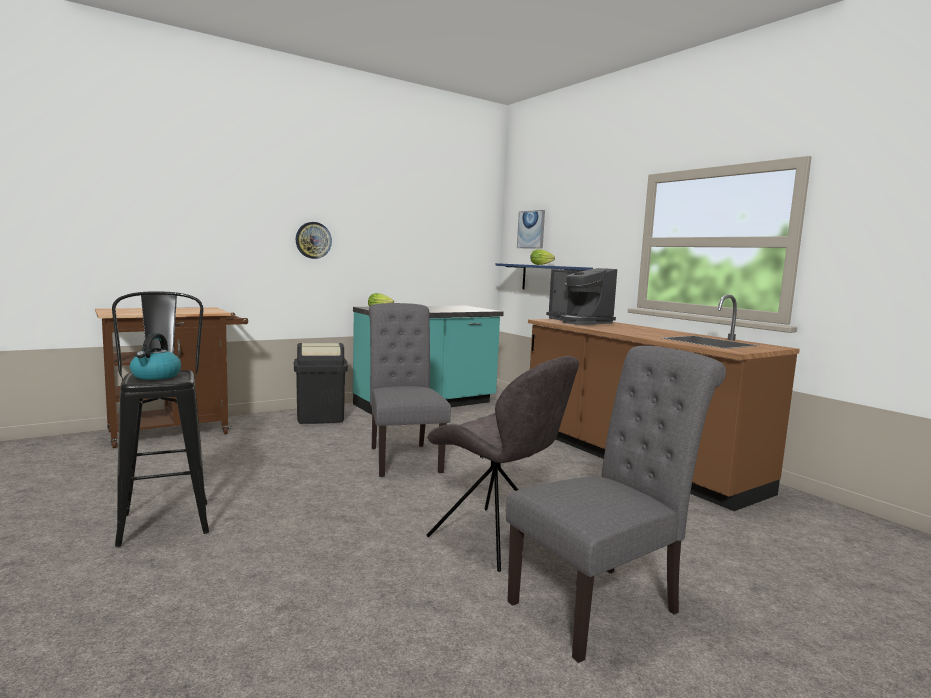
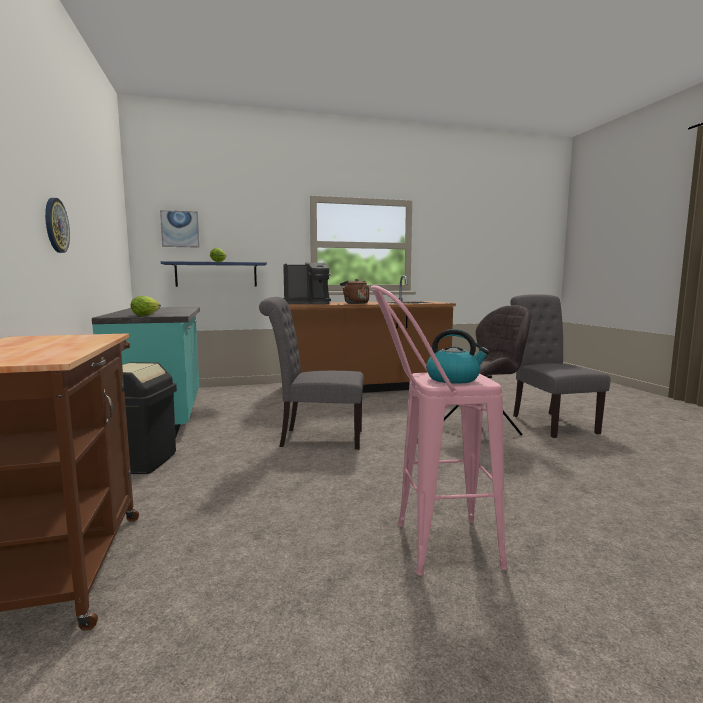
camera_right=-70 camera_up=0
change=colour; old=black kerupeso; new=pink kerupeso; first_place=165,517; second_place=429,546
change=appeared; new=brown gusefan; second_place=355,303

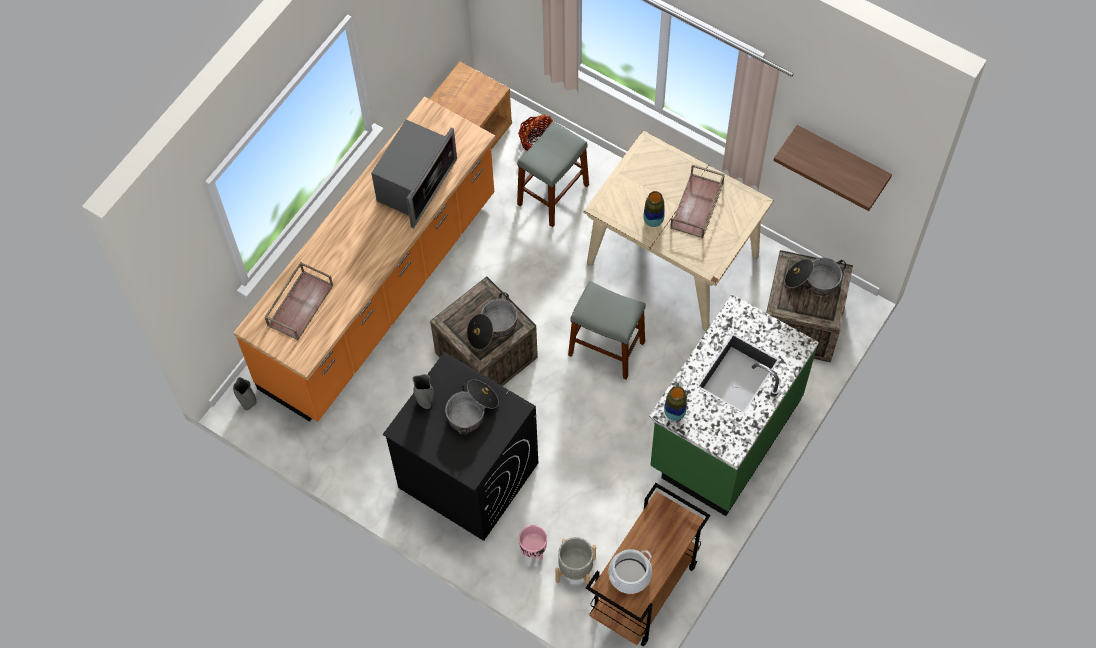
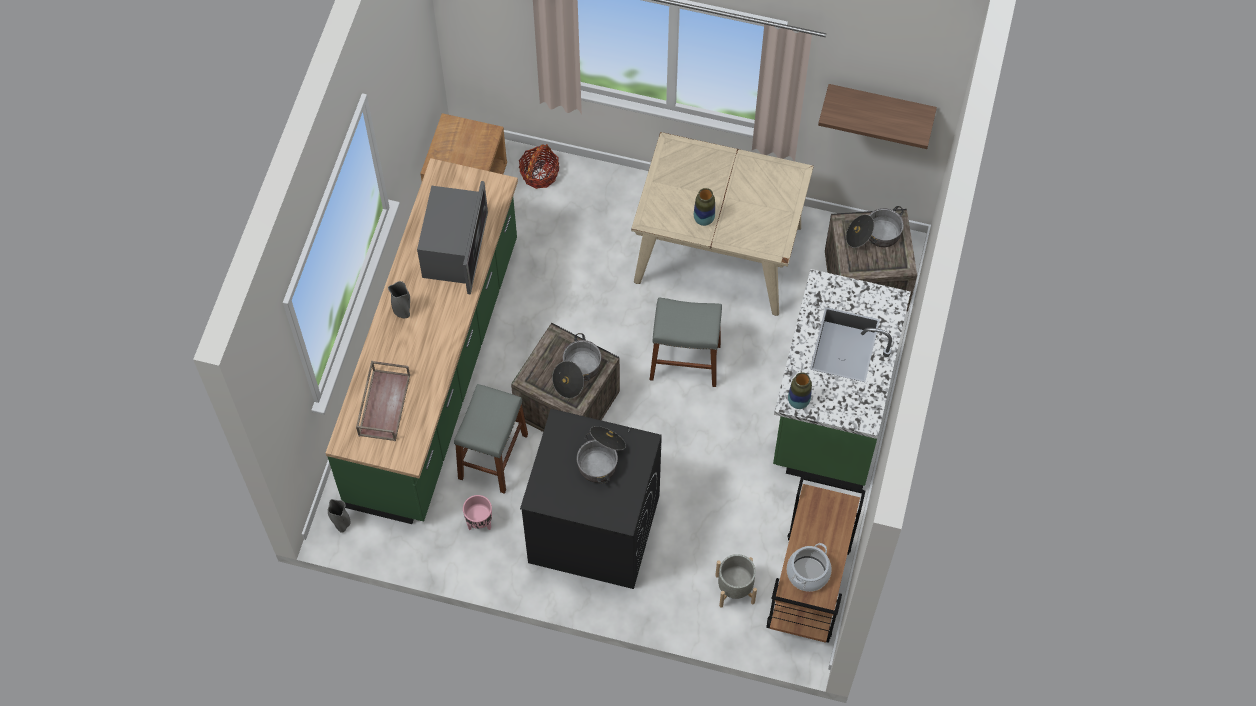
camera_right=-20 camera_up=0
change=colour; old=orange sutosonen; new=green sutosonen; first_place=380,293; second_place=436,373
change=relocated; old=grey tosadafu; first_place=425,402; second_place=403,312
change=relocated; old=grey kerupeso; first_place=553,194; second_place=493,456
change=relocated; old=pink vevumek; first_place=533,551; second_place=479,523
change=missing; old=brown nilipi; first_place=697,206

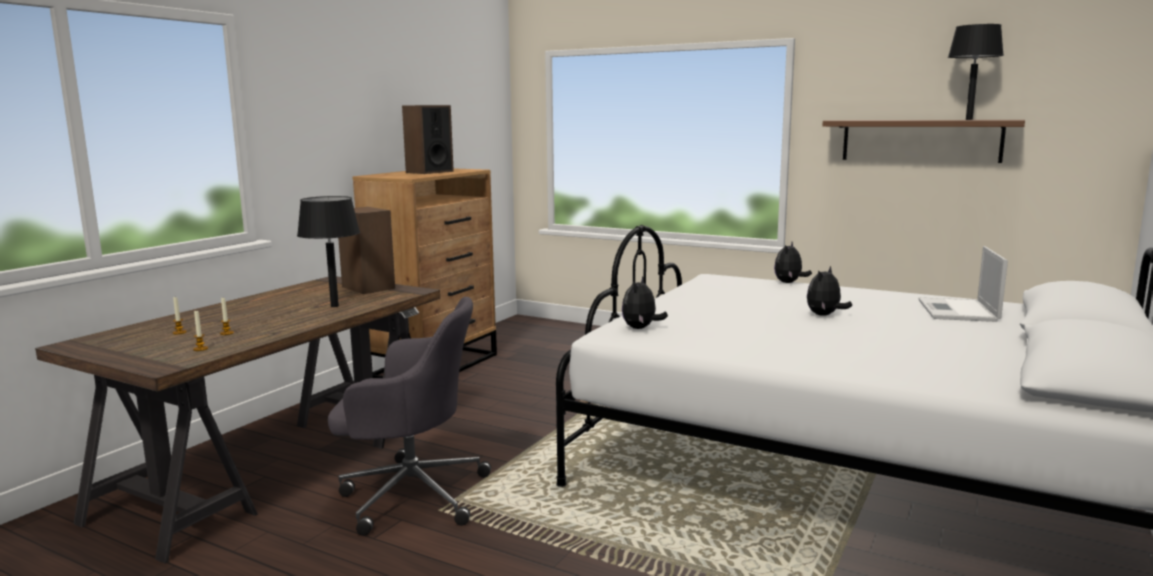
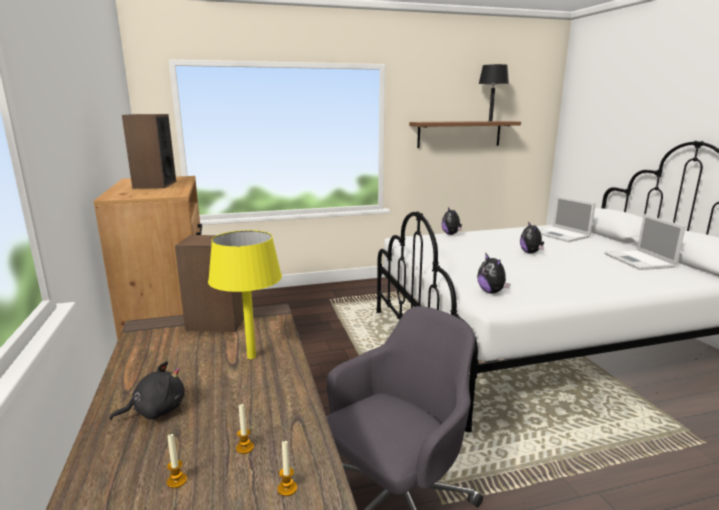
camera_right=-45 camera_up=5
change=colour; old=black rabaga; new=yellow rabaga; first_place=334,306; second_place=251,357
change=appeared; new=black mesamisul; second_place=156,410
change=appeared; new=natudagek; second_place=640,261

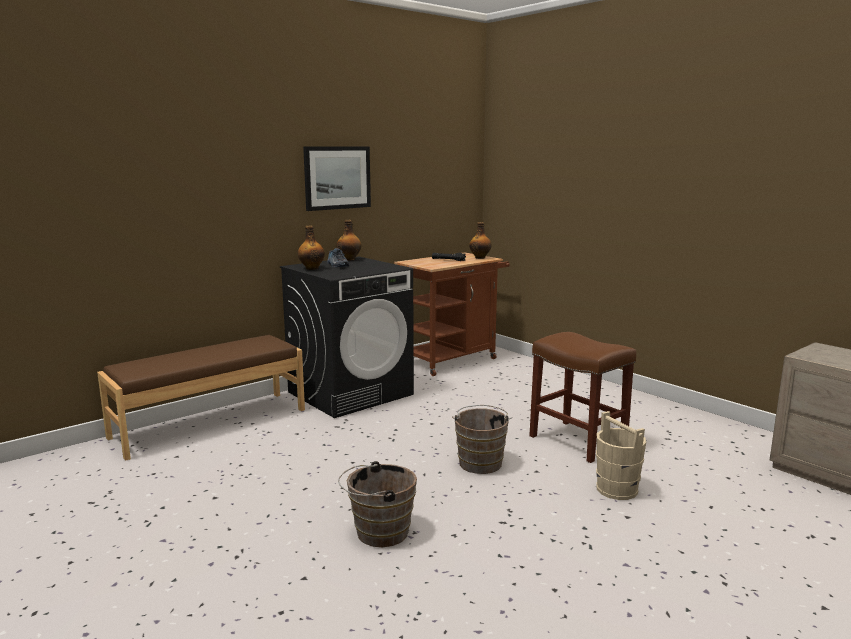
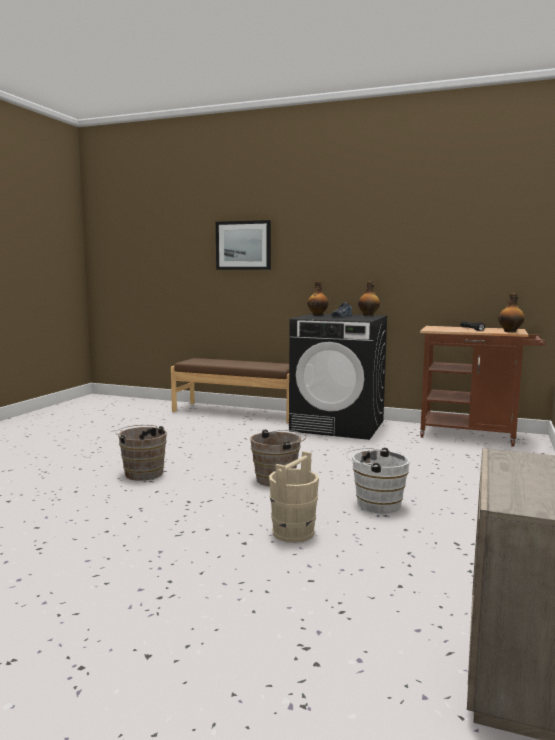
camera_right=60 camera_up=-5
change=relocated; old=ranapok; first_place=337,177; second_place=243,245
change=exchanged; old=brown kerupeso; new=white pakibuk; first_place=576,441; second_place=375,504

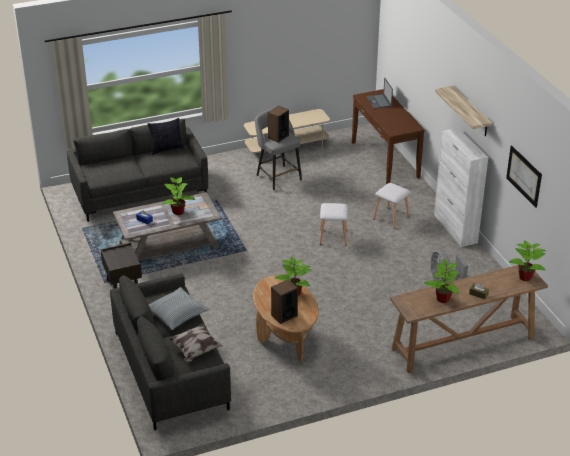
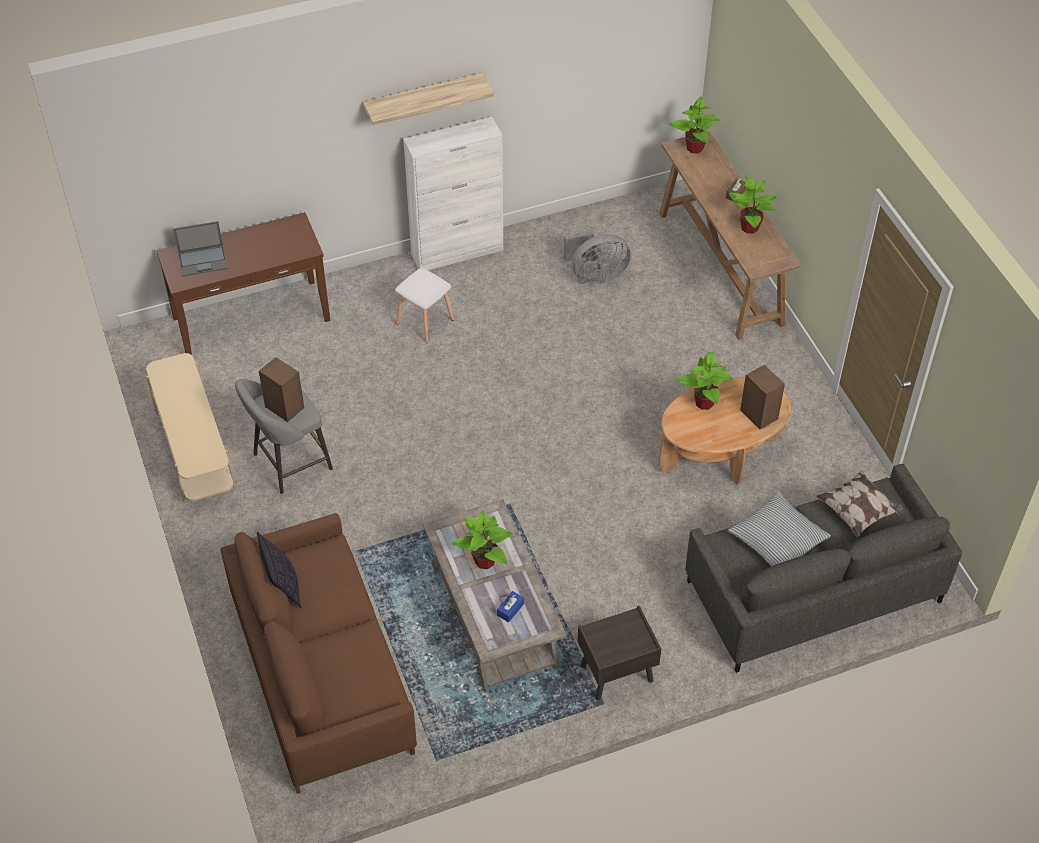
camera_right=-90 camera_up=15
change=colour; old=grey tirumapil; new=brown tirumapil; first_place=140,193; second_place=321,674
change=missing; old=white kerupeso; first_place=333,237
change=missing; old=ranapok; first_place=524,176

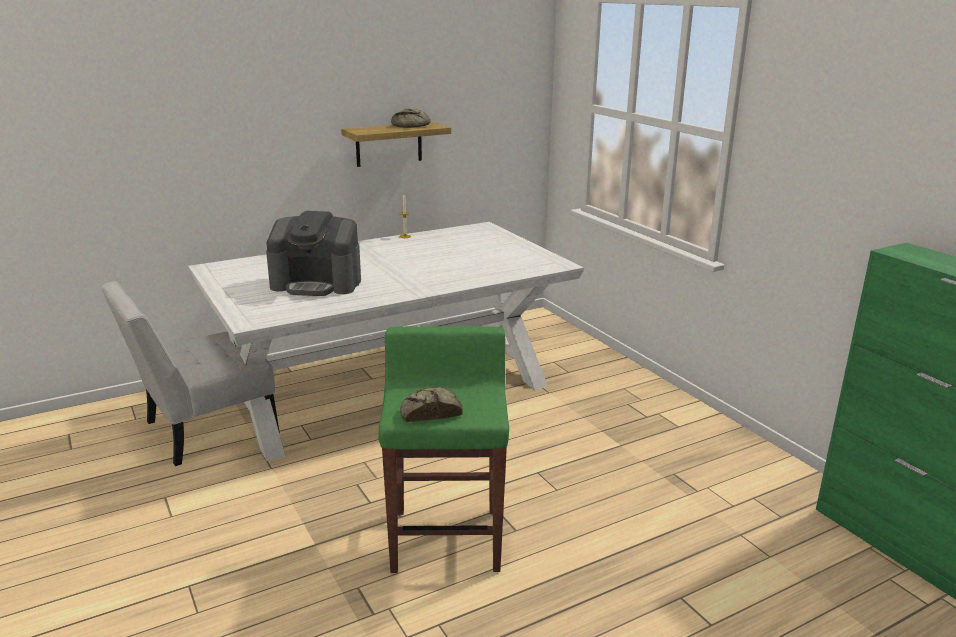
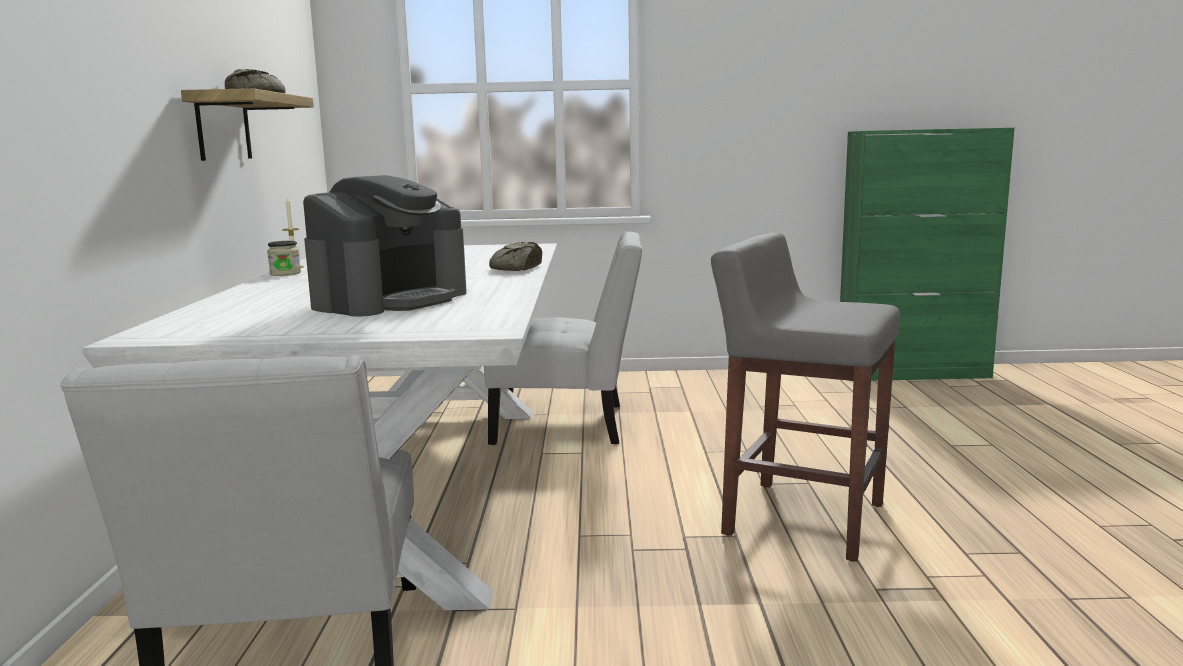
camera_right=-60 camera_up=-10
change=colour; old=green kerupeso; new=grey kerupeso; first_place=446,538; second_place=801,518
change=relocated; old=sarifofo; first_place=429,412; second_place=516,268
change=appeared; new=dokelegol; second_place=285,273
change=appeared; new=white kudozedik; second_place=568,424

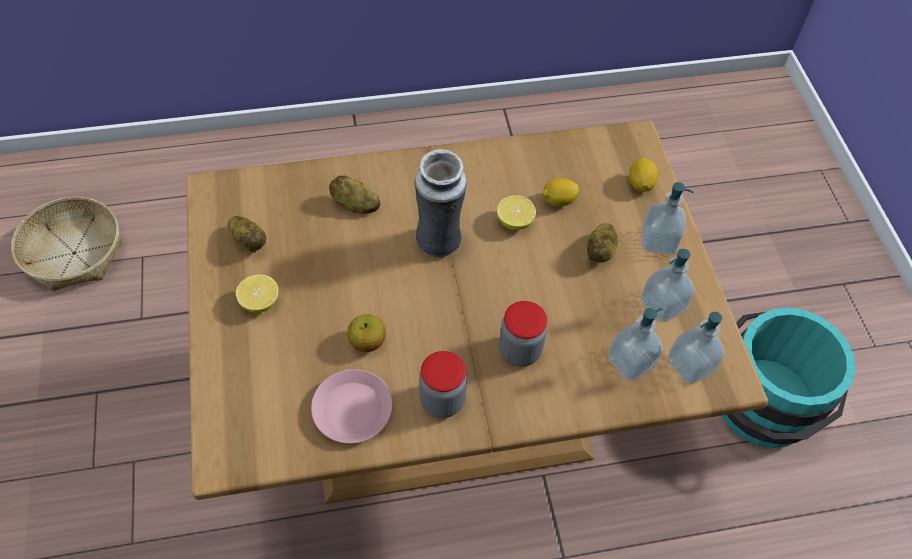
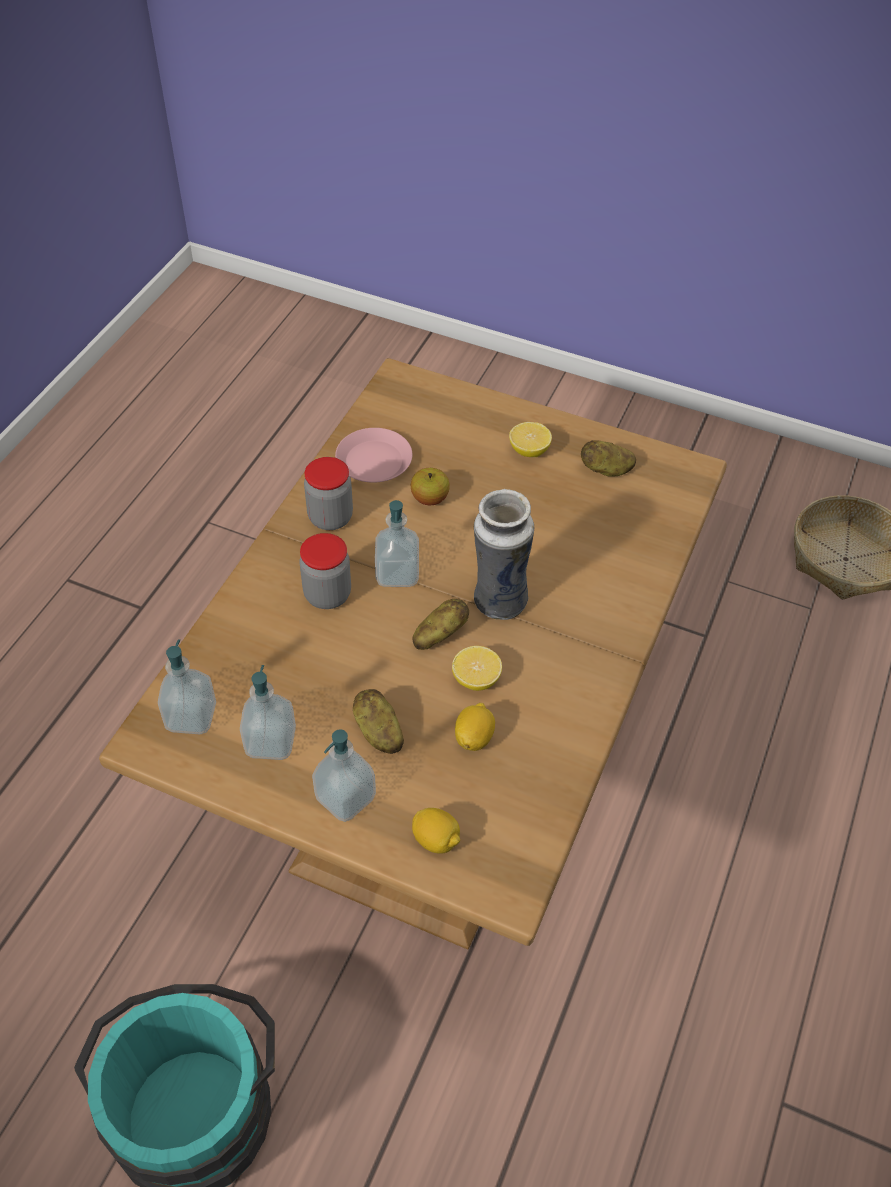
camera_right=125 camera_up=-5
change=relocated; old=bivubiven; first_place=355,205; second_place=439,634
change=relocated; old=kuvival; first_place=630,362; second_place=397,573

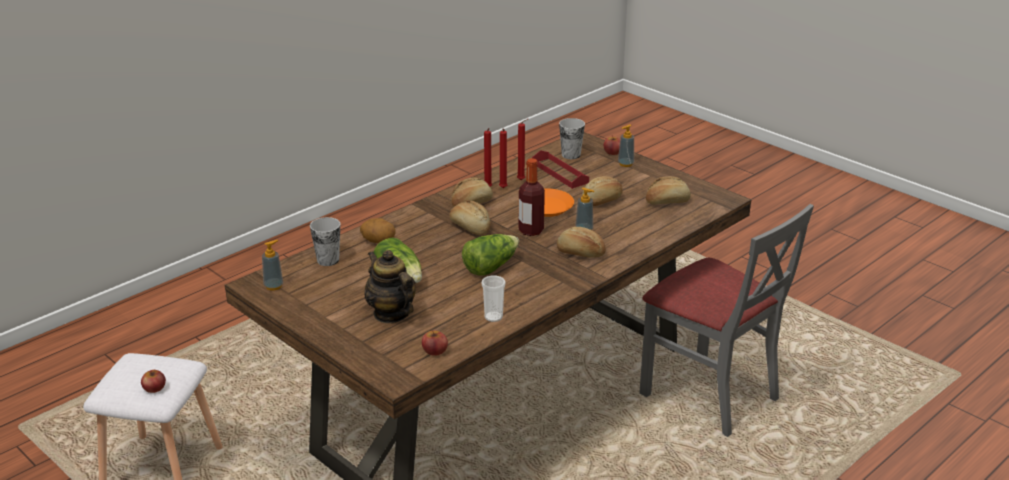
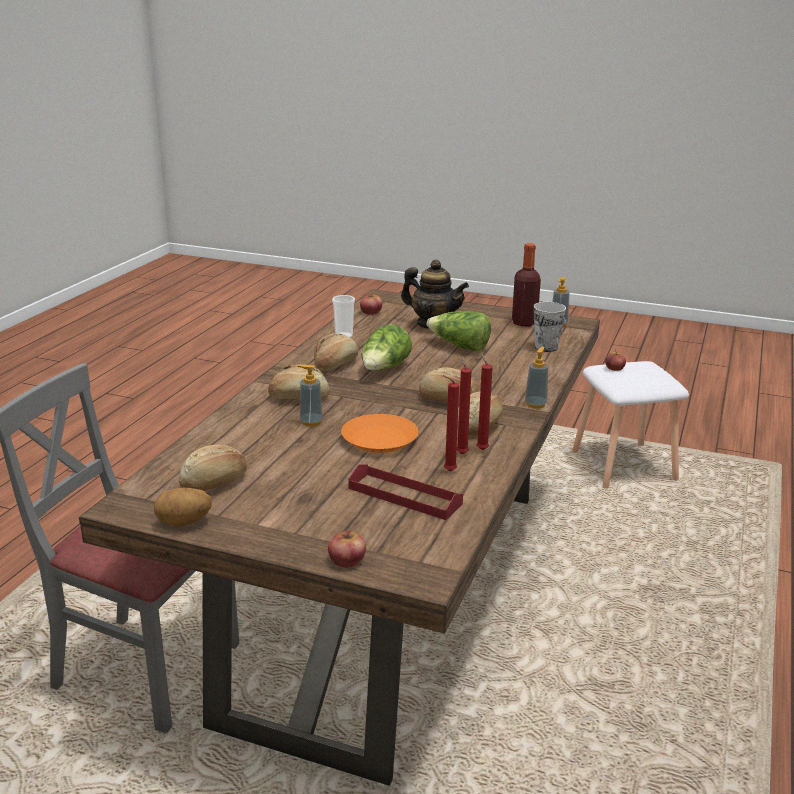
camera_right=155 camera_up=-5
change=relocated; old=bivubiven; first_place=378,241; second_place=184,523
change=relocated; old=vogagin; first_place=531,231; second_place=524,323
change=missing; old=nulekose; first_place=571,155
change=relocated; old=sarifofo; first_place=602,201; second_place=335,364
change=relocated; old=kuvival; first_place=625,164; second_place=535,404

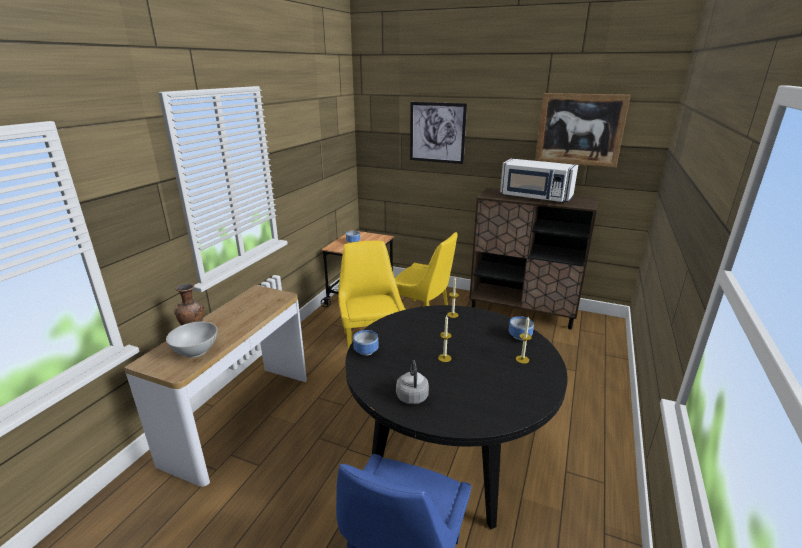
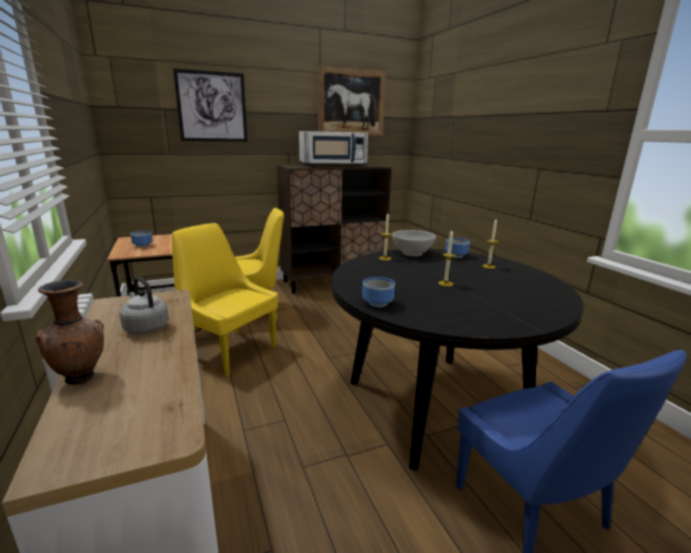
camera_right=-45 camera_up=-5
change=relocated; old=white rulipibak; first_place=195,351; second_place=412,253
change=relocated; old=grey gusefan; first_place=412,395; second_place=145,327

